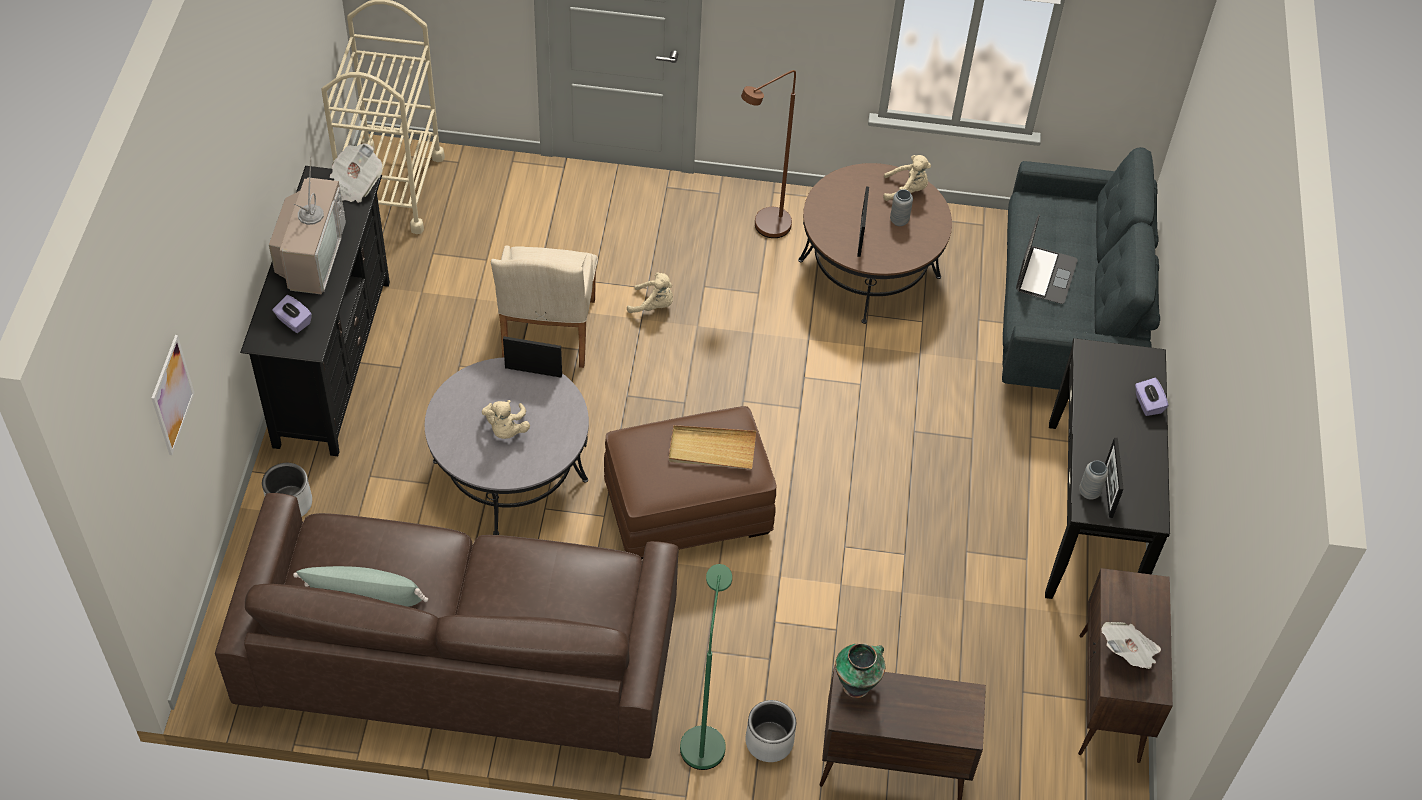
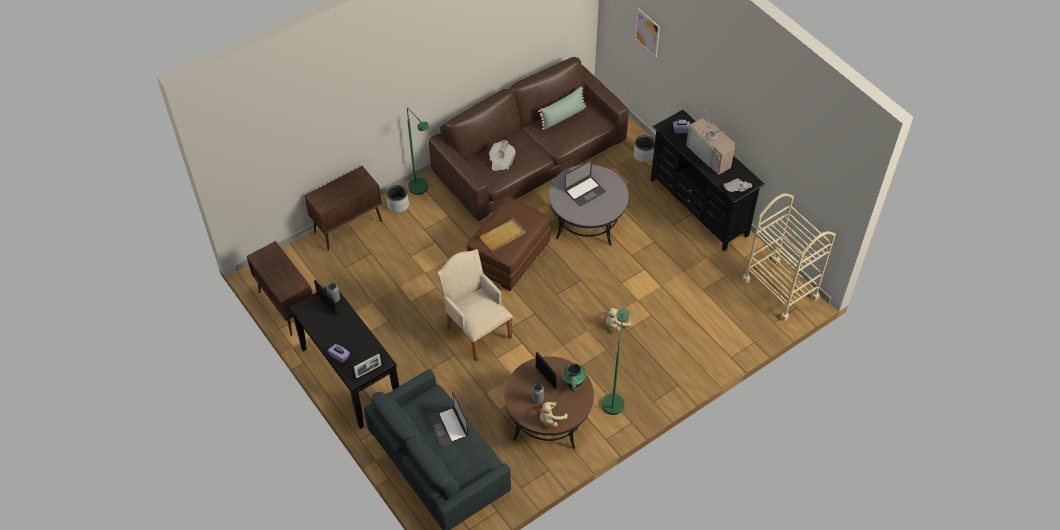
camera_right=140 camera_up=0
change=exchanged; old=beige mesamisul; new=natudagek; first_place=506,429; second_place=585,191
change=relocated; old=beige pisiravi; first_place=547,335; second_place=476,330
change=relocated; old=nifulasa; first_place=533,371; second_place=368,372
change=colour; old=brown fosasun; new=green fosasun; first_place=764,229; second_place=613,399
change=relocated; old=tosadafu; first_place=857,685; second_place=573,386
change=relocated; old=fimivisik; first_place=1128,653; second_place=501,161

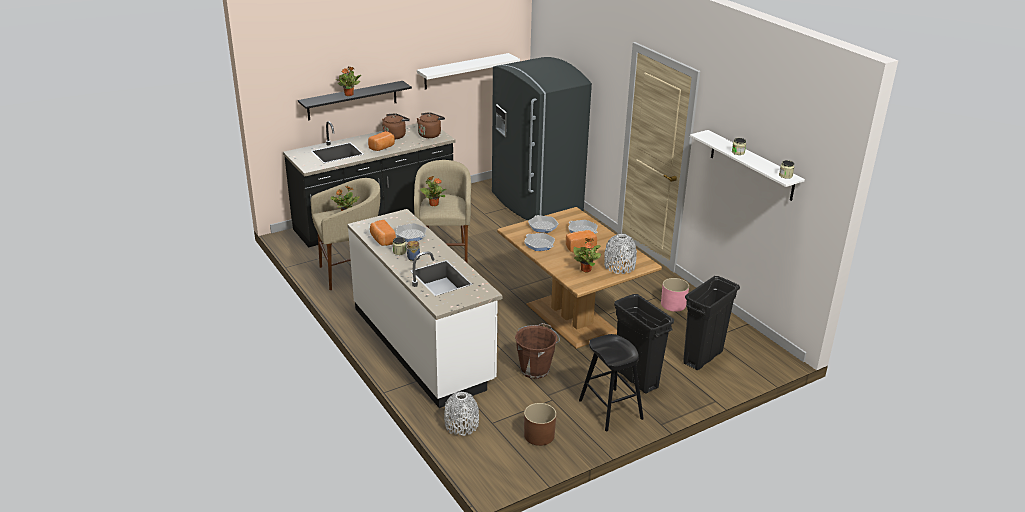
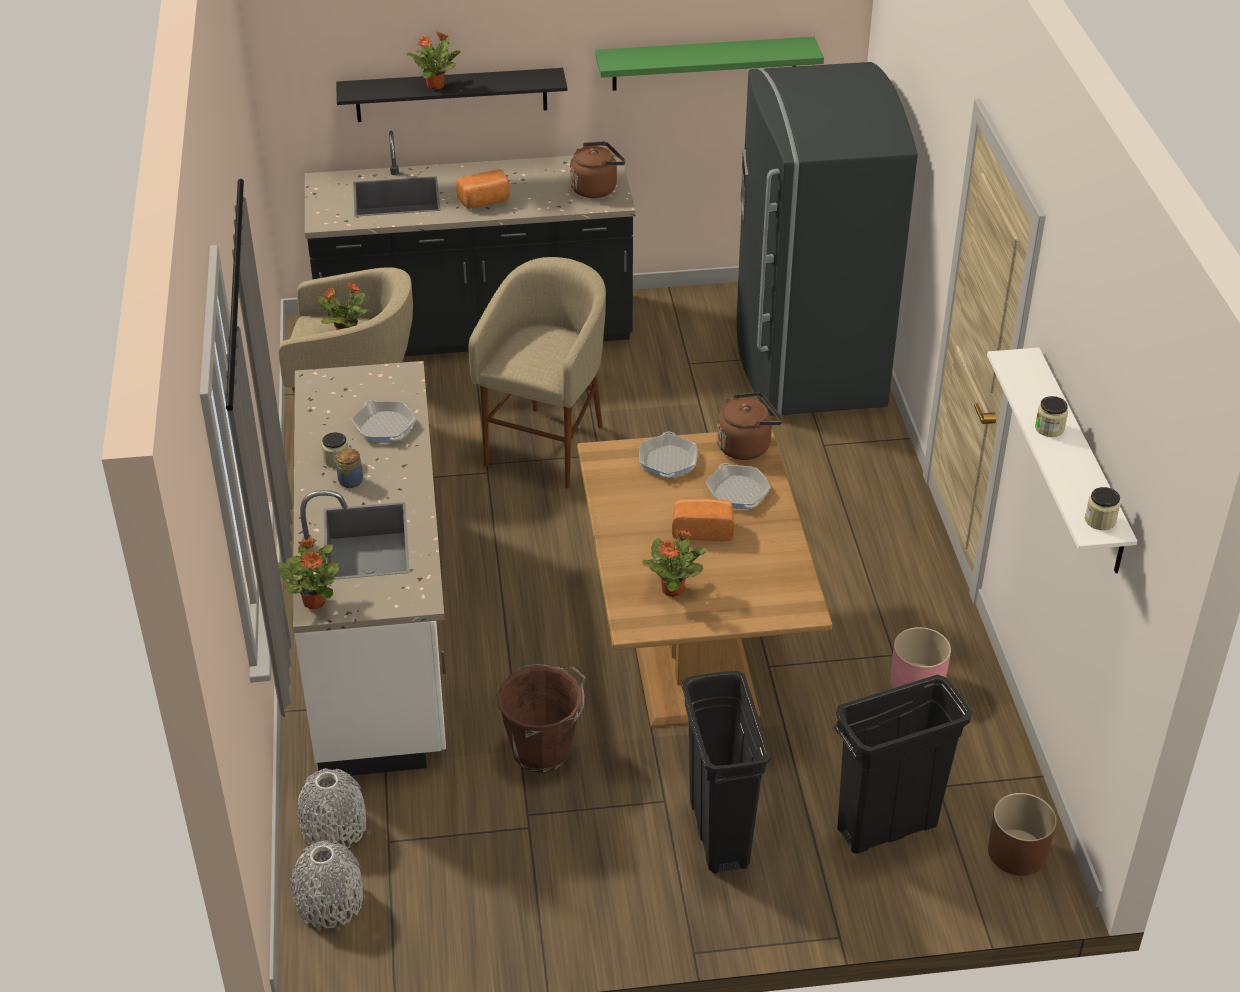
camera_right=25 camera_up=10
change=missing; old=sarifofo; first_place=382,240
change=relocated; old=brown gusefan; first_place=395,135; second_place=746,446
change=colour; old=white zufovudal; new=green zufovudal; first_place=464,71; second_place=704,63
change=relocated; old=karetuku; first_place=433,204; second_place=314,601
change=missing; old=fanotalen; first_place=539,244
change=relocated; old=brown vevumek; first_place=539,435; second_place=1017,853
change=missing; old=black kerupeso; first_place=610,409
change=relocated; old=grey tosadafu; first_place=619,266; second_place=329,901

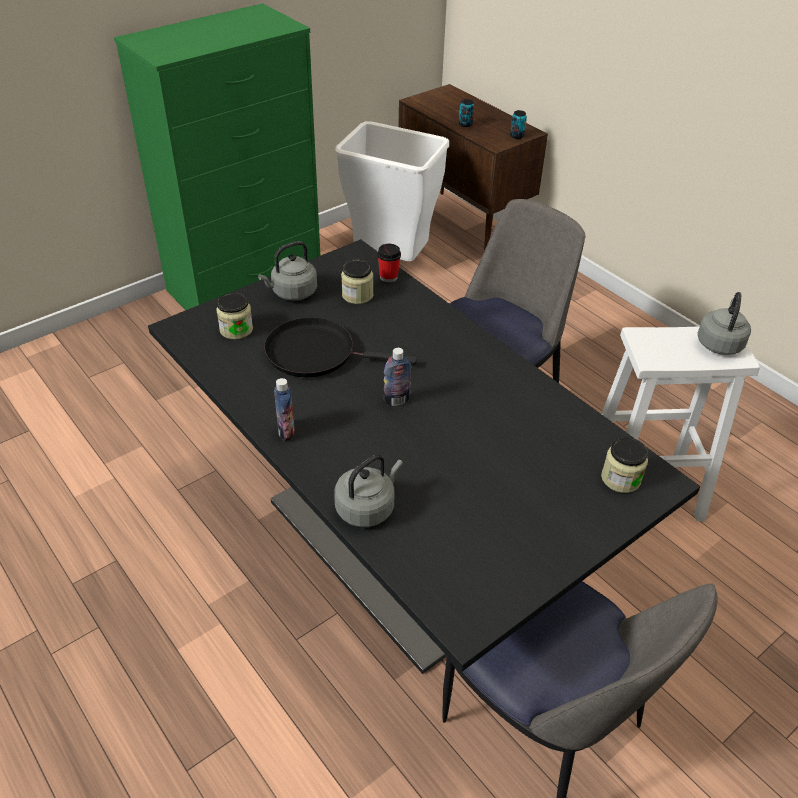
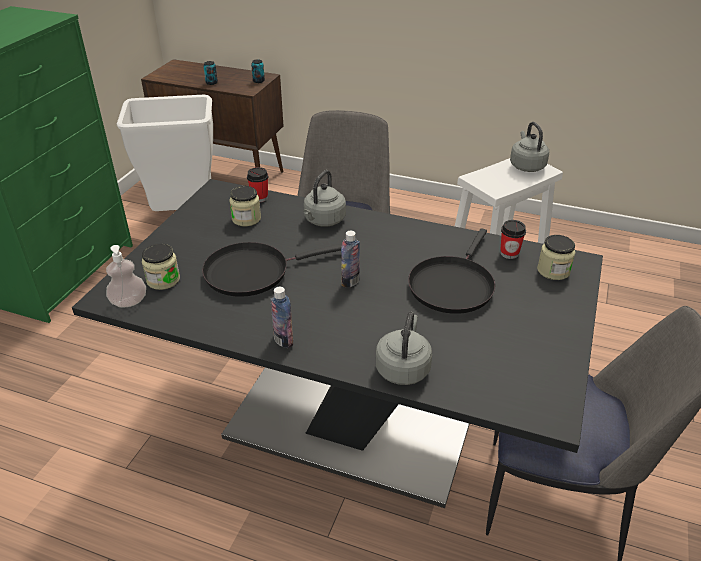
camera_right=-30 camera_up=-5
change=relocated; old=grey gusefan; first_place=292,293; second_place=323,221
change=appeared; new=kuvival; second_place=129,302
change=appeared; new=black fanotalen; second_place=452,285
change=appeared; new=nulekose; second_place=509,253

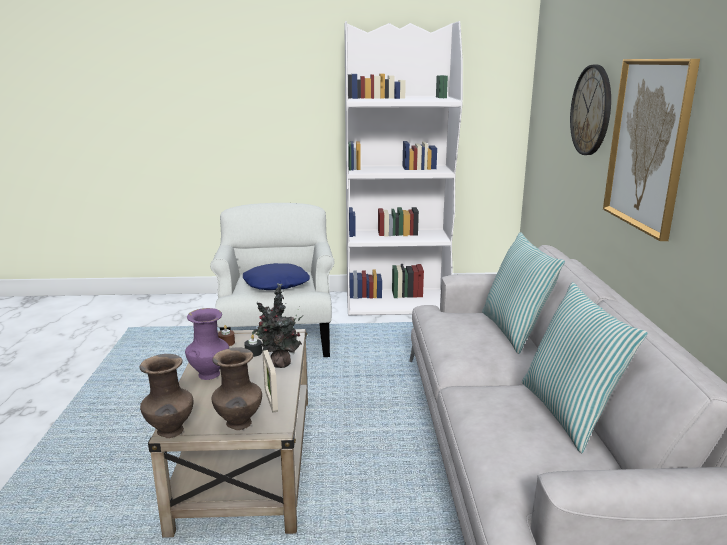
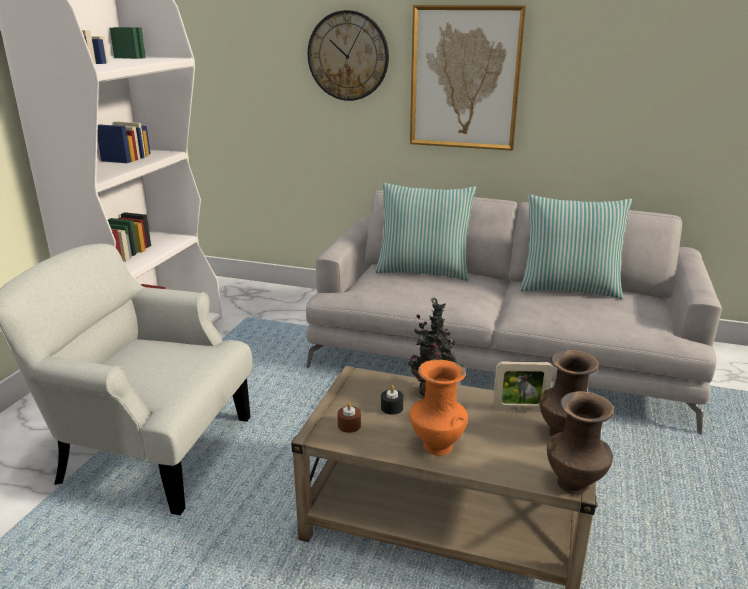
camera_right=-70 camera_up=5
change=colour; old=purple tosadafu; new=orange tosadafu; first_place=209,374; second_place=436,446
change=missing; old=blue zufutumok; first_place=276,284

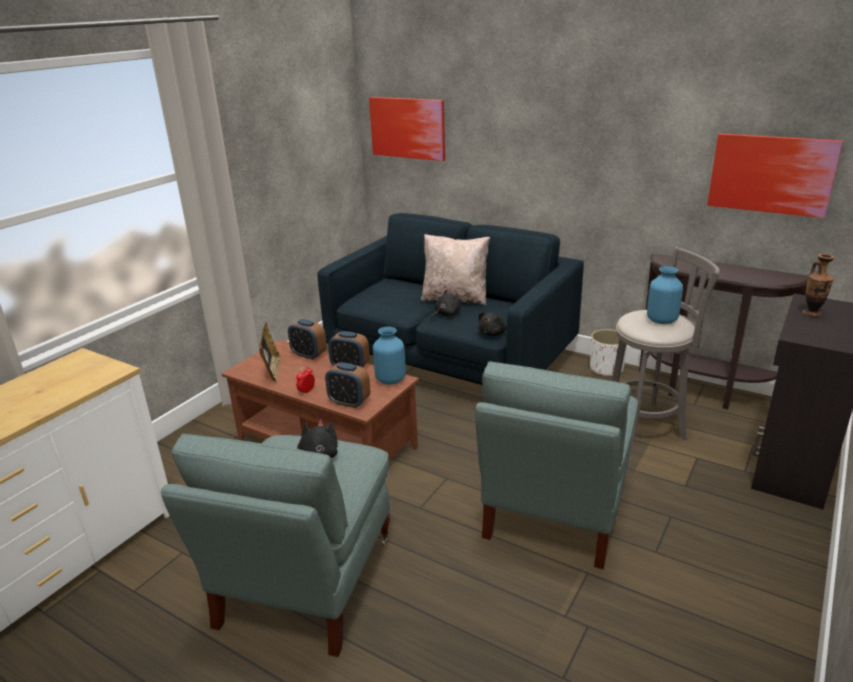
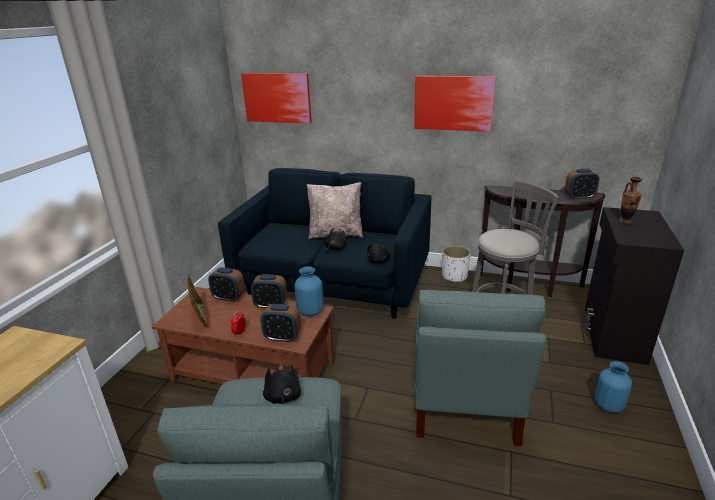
camera_right=-15 camera_up=0
change=relocated; old=blue tosadafu; first_place=661,320; second_place=607,405
change=relocated; old=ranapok; first_place=771,174; second_place=453,103
change=appeared; new=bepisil; second_place=579,197

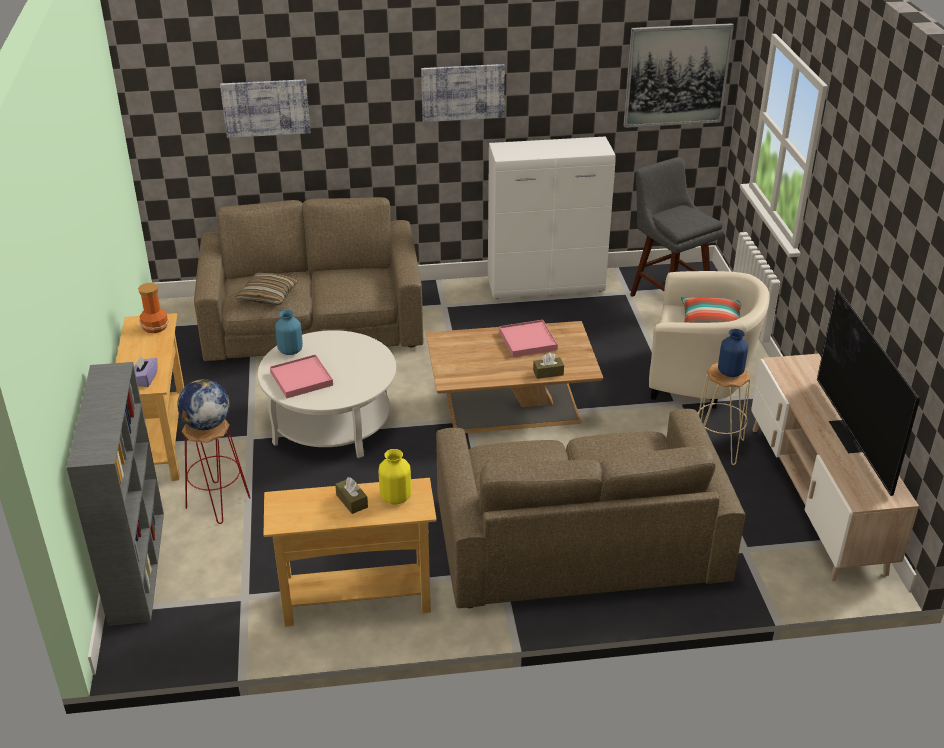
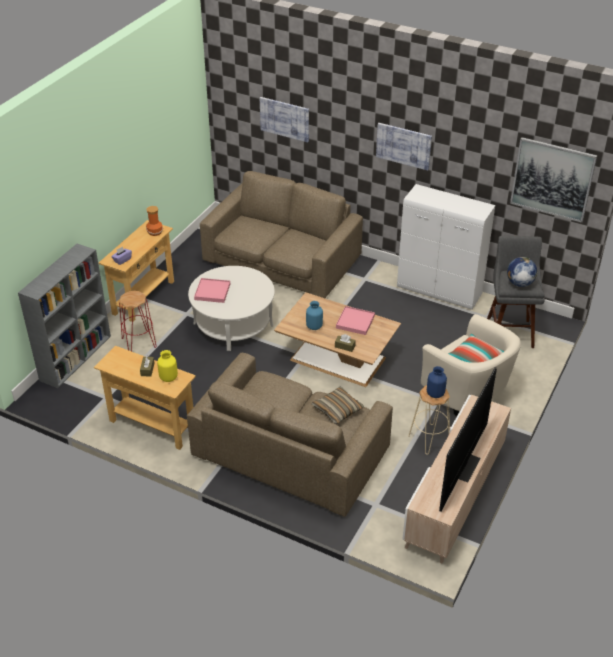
camera_right=35 camera_up=5
change=relocated; old=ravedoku; first_place=206,424; second_place=519,283
change=relocated; old=zufutumok; first_place=268,295; second_place=337,410
change=relocated; old=blue tosadafu; first_place=290,351; second_place=314,326

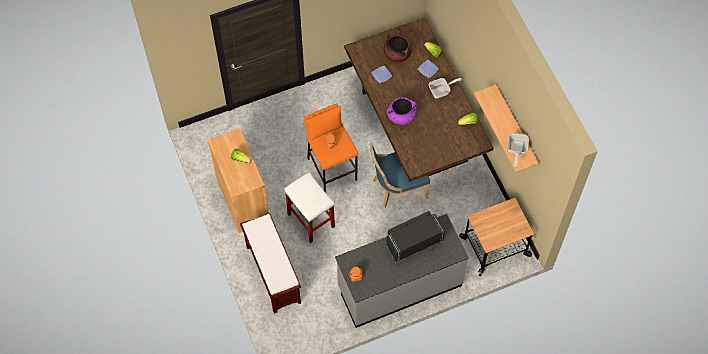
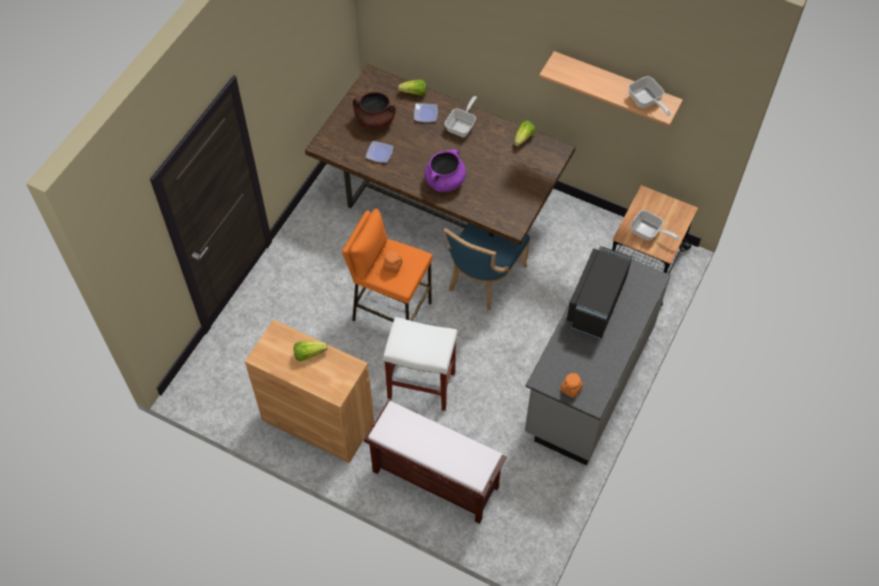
camera_right=-40 camera_up=-5
change=appeared; new=fanotalen; second_place=648,233

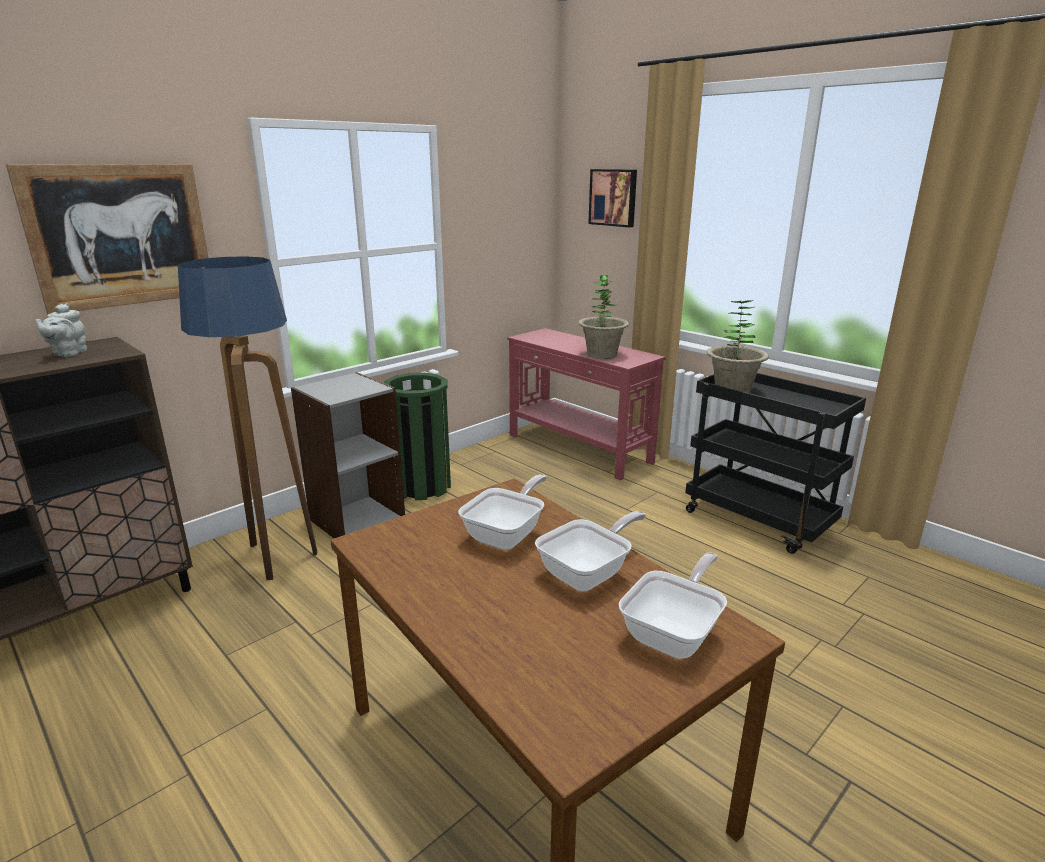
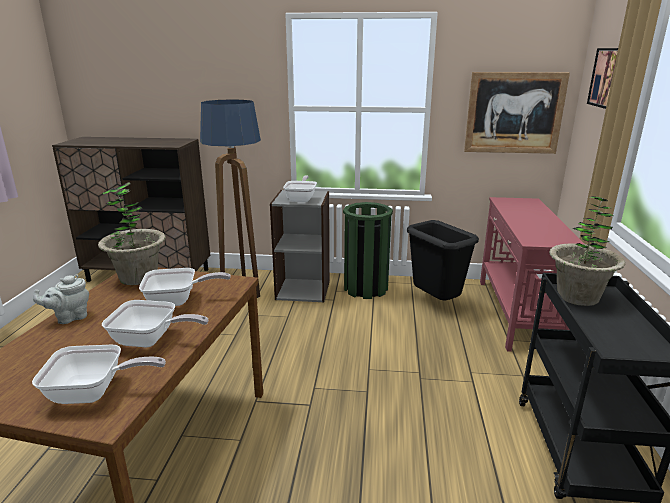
camera_right=50 camera_up=0
change=relocated; old=ranapok; first_place=121,236; second_place=514,113
change=relocated; old=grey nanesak; first_place=68,353; second_place=70,317
change=relocated; old=karetuku; first_place=602,355; second_place=138,277
change=appeared; new=fanotalen; second_place=301,198
change=appeared; new=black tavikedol; second_place=436,302

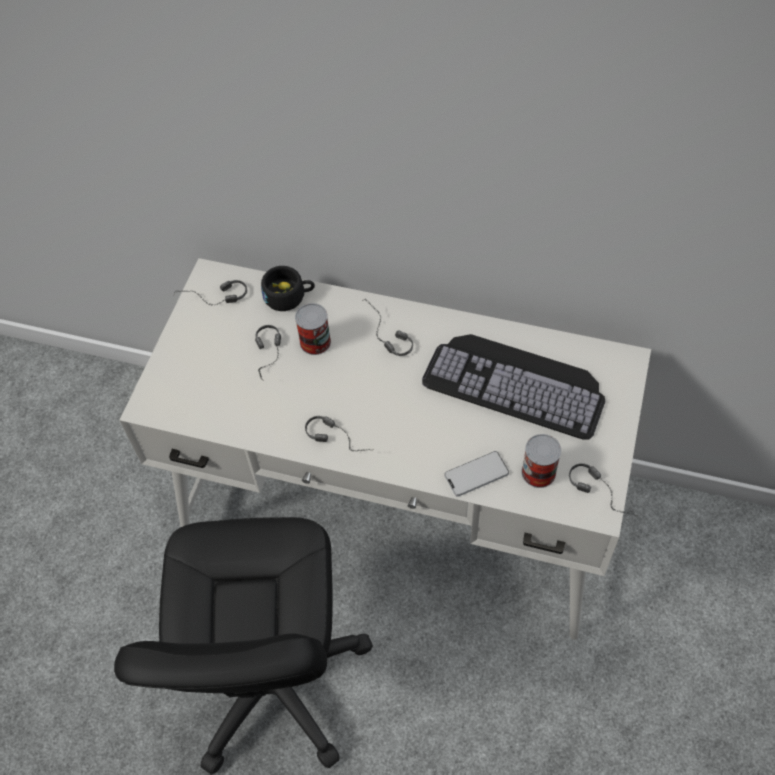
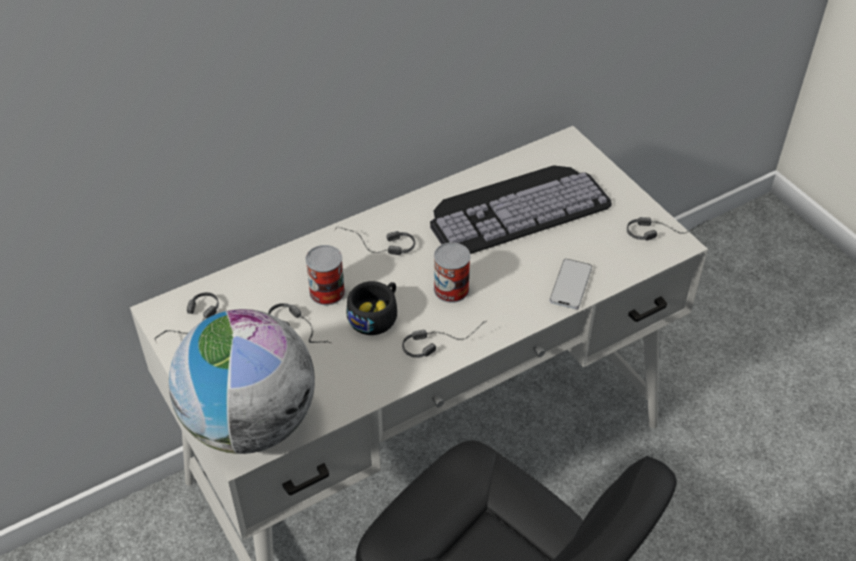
camera_right=-50 camera_up=-10
change=relocated; old=black nulekose; first_place=289,296; second_place=376,315
change=relocated; old=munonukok; first_place=538,472; second_place=451,289
change=appeared; new=ravedoku; second_place=250,423

